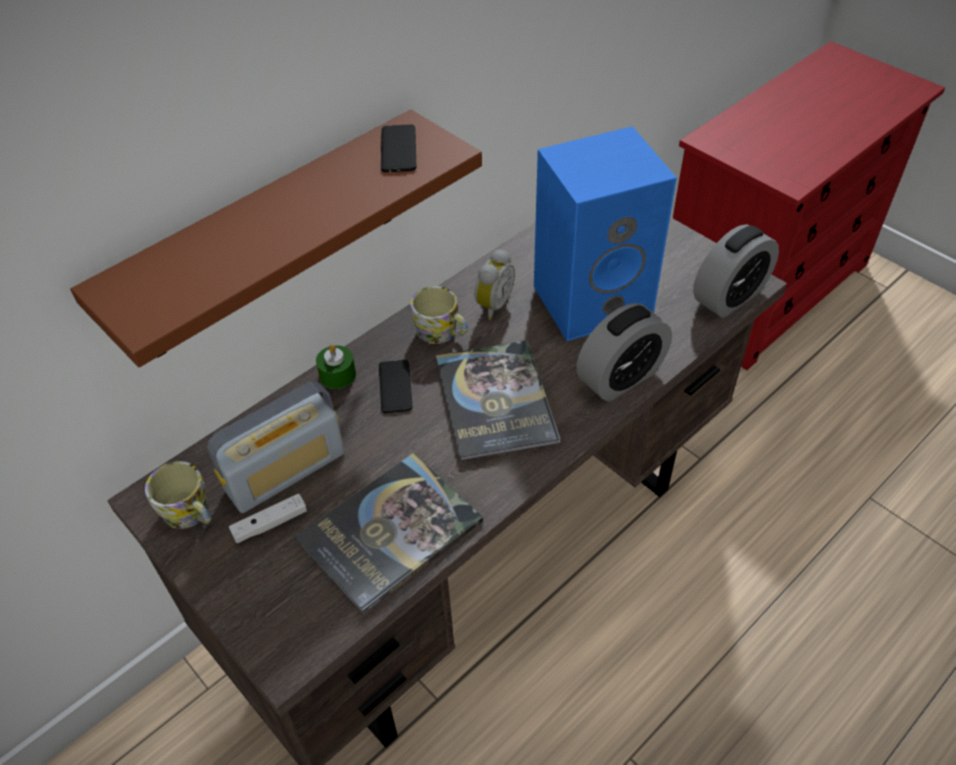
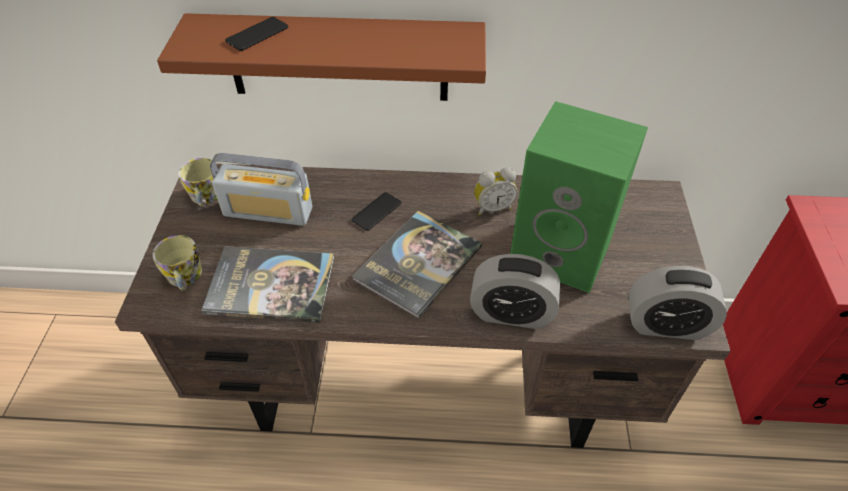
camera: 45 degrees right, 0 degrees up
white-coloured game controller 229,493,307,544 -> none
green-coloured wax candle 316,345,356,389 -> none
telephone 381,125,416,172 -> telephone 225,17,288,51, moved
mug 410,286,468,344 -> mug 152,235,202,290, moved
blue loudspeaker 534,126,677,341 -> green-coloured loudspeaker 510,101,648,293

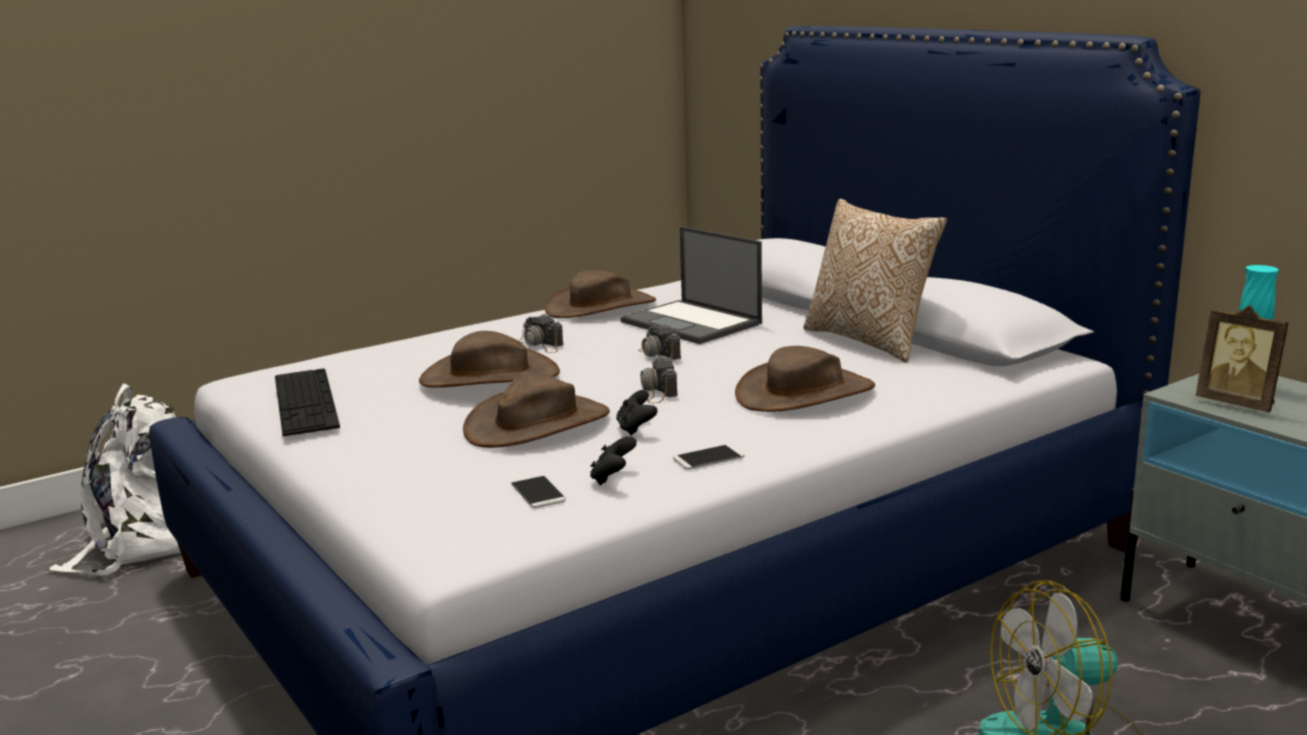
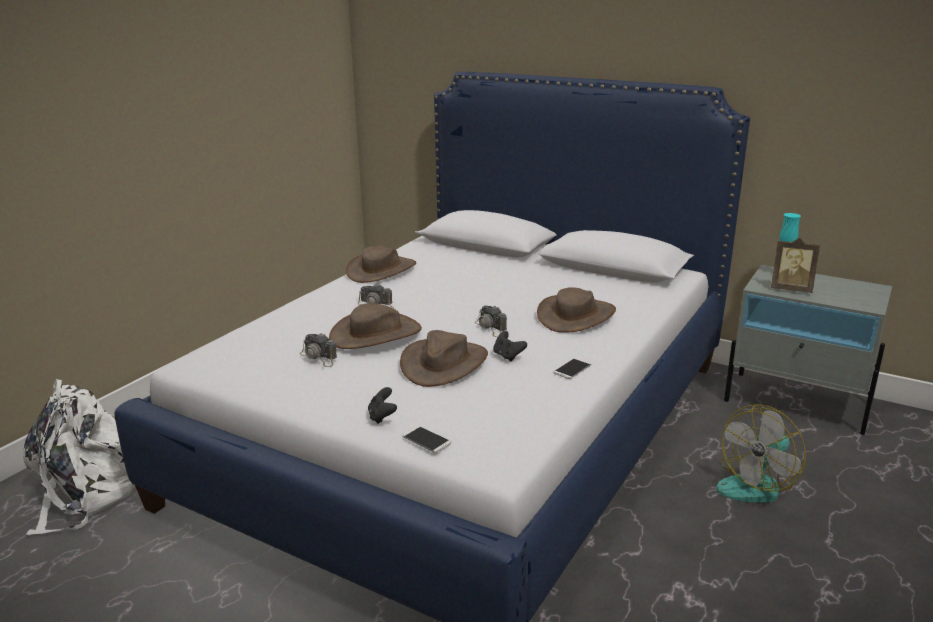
camera: 25 degrees left, 5 degrees up
keyboard 275,368,340,436 -> none
portable computer 621,226,762,344 -> none
pillow 803,199,947,363 -> none
telephone 511,474,566,508 -> telephone 402,426,451,453, moved
black-coloured game controller 590,436,637,485 -> black-coloured game controller 368,387,397,424, moved
photo camera 639,324,681,361 -> photo camera 300,333,337,367, moved

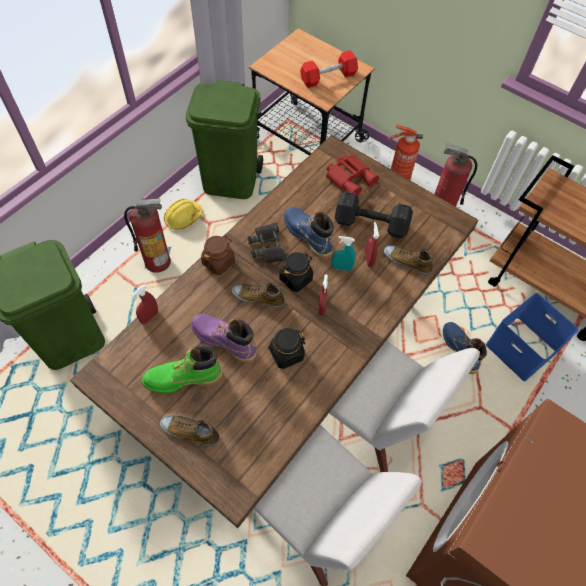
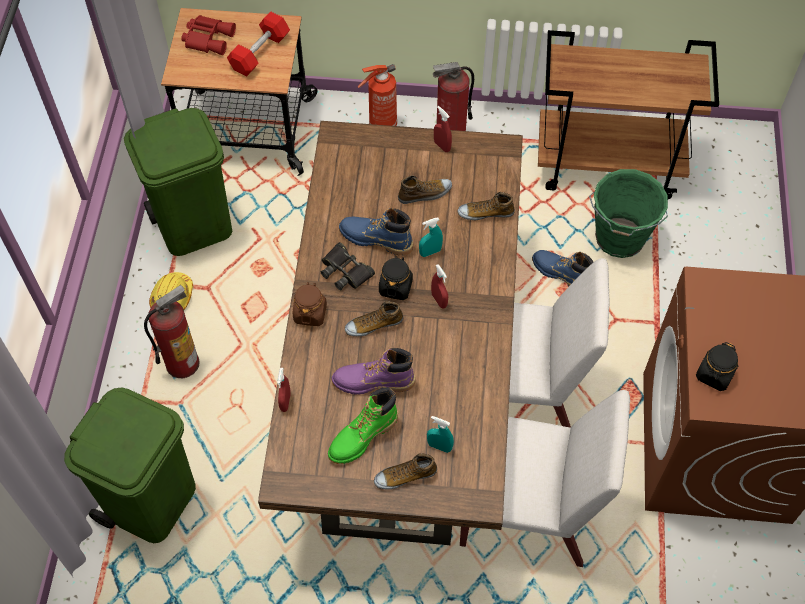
camera: 30 degrees left, 0 degrees up
none -> turquoise spray bottle 427,416,454,453
black-coloured preserve jar 268,328,305,369 -> black-coloured preserve jar 696,342,738,391, moved
red-coloured field glasses 326,155,379,196 -> red-coloured field glasses 181,15,236,55, moved
red-coloured spray bottle 365,222,379,267 -> red-coloured spray bottle 434,106,452,152, moved
black-coloured hand weight 335,191,413,238 -> shoe 398,175,452,204
blue storage container 486,293,579,381 -> green-coloured water bucket 589,169,668,258

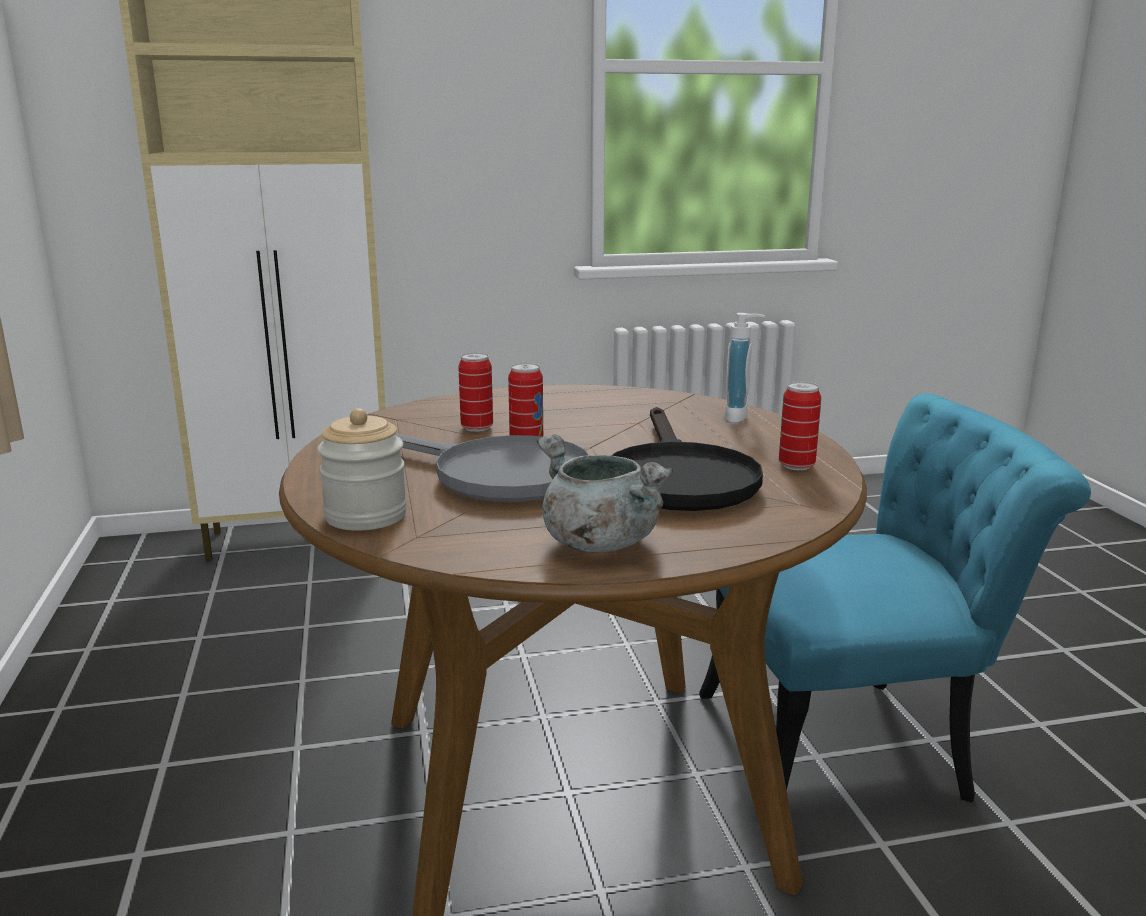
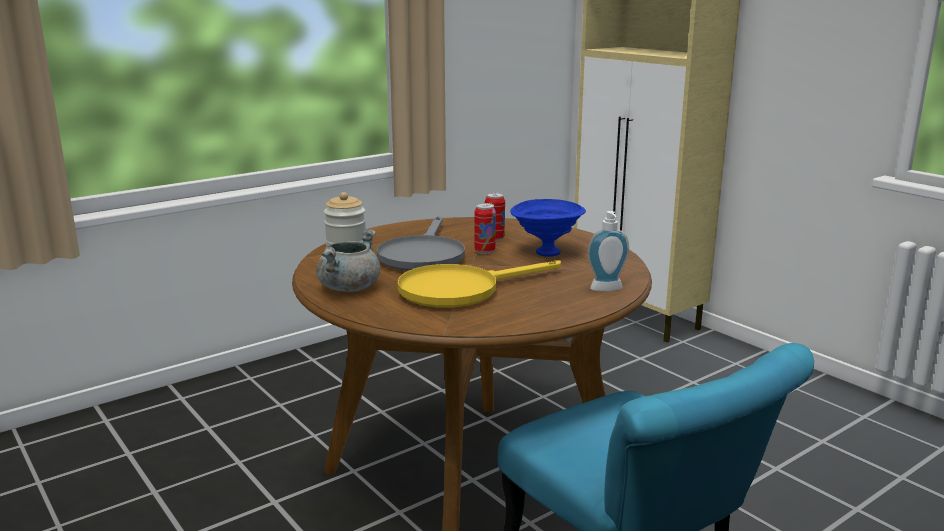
camera: 65 degrees right, 0 degrees up
can 779,382,821,470 -> none
none -> blue deep dish 510,199,586,257
black-coloured frying pan 611,407,763,511 -> yellow frying pan 398,260,561,308

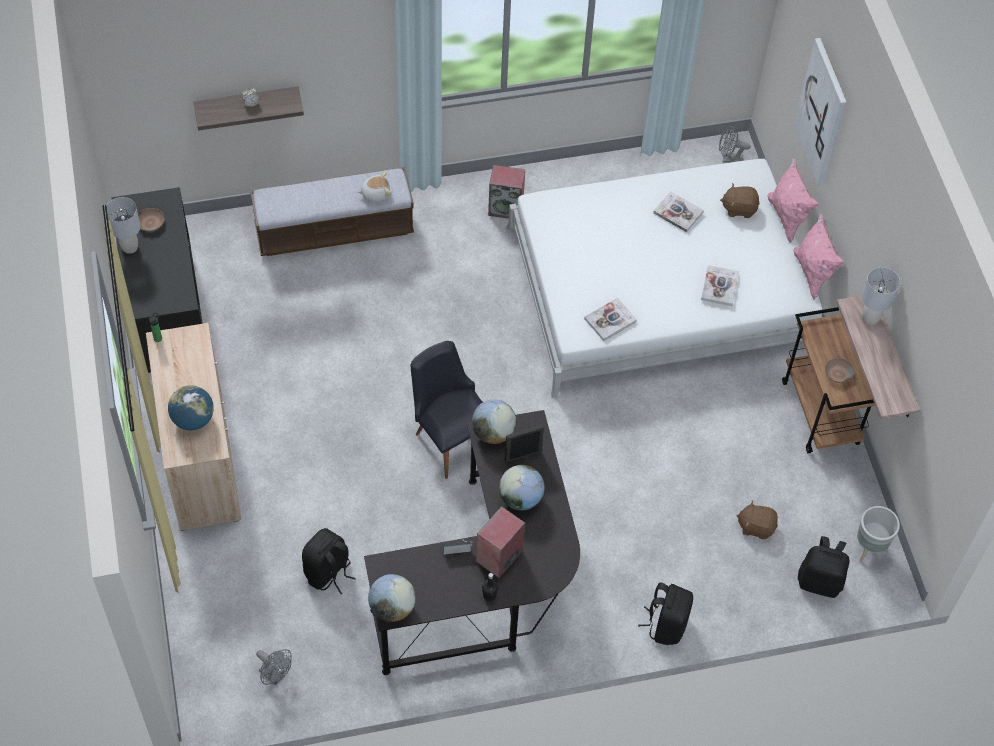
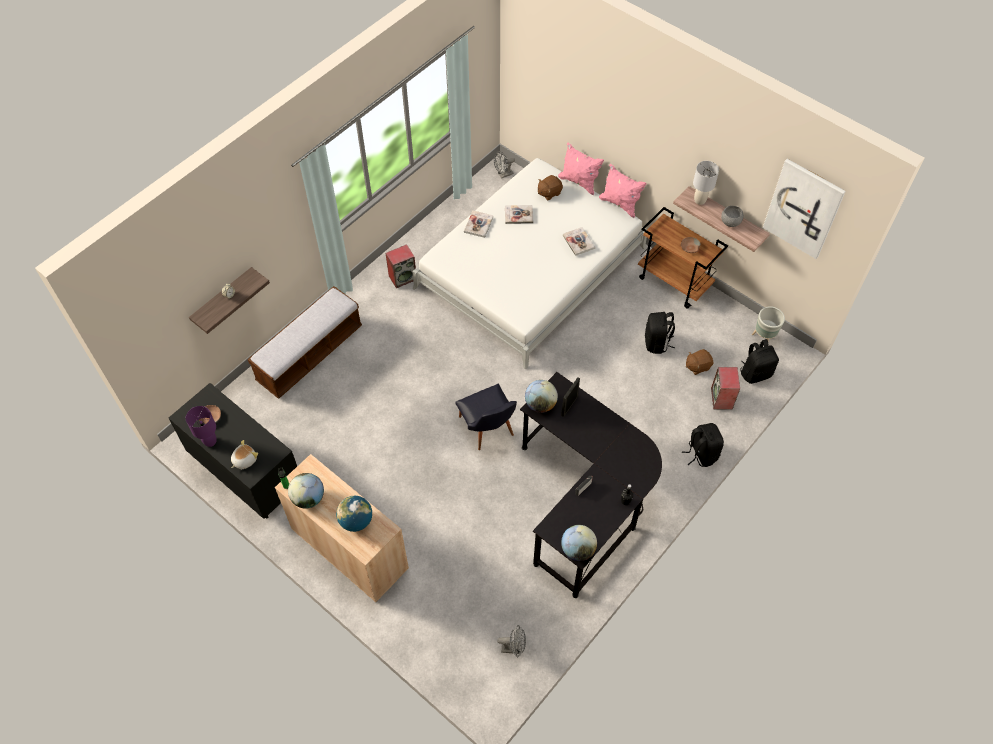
camera: 35 degrees left, 0 degrees up
none -> gray deep dish 721,206,744,227
black-coloured rucksack 302,528,356,594 -> black-coloured rucksack 645,312,675,354, moved
plush toy 357,172,391,202 -> plush toy 231,440,258,469, moved
loudspeaker 476,506,525,578 -> loudspeaker 711,367,740,410, moved
desk globe 499,465,545,510 -> desk globe 288,473,324,509, moved
volume 584,298,637,341 -> volume 464,210,493,238, moved
picture 794,38,847,186 -> picture 763,159,846,259, moved
gray lamp for a table 106,197,140,254 -> purple-coloured lamp for a table 186,406,217,447
black-coloured plain chair 410,341,483,479 -> black-coloured plain chair 455,384,517,450, 135 degrees counterclockwise

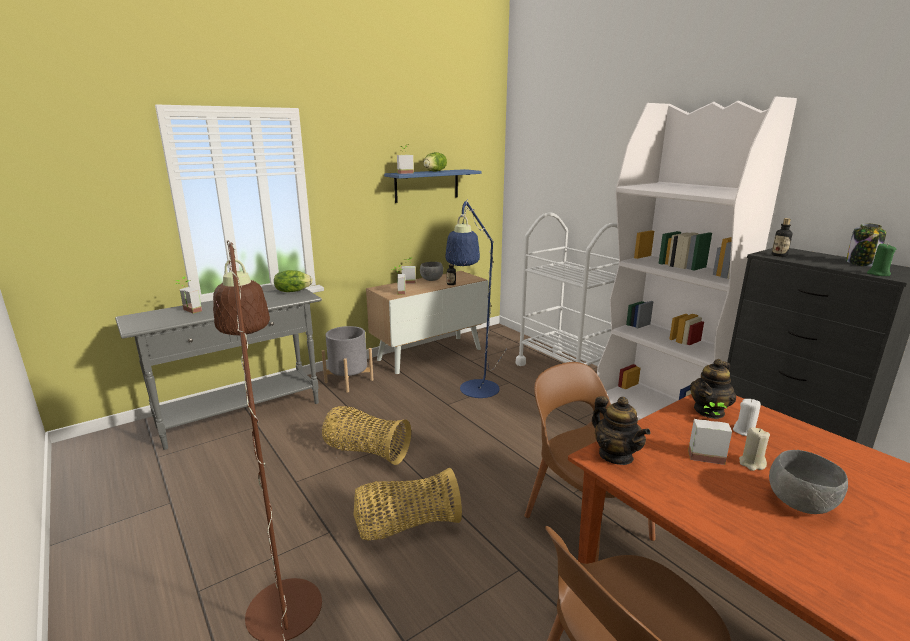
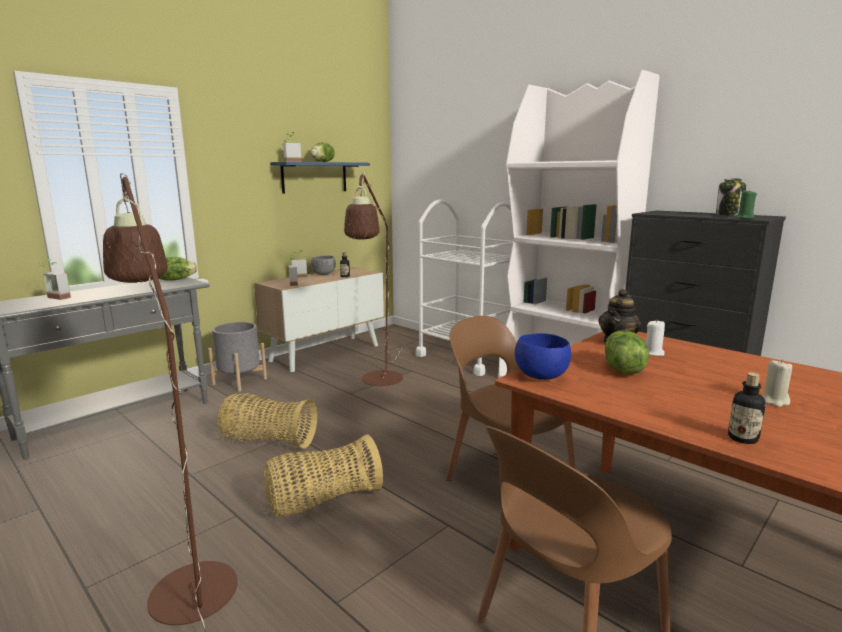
camera: 10 degrees left, 5 degrees down
gray deep dish 769,450,848,514 -> none
sand-coloured wax candle 739,427,770,471 -> sand-coloured wax candle 761,360,792,407, moved
drink bottle 772,218,793,257 -> drink bottle 728,372,765,444, moved
pot for tea 592,396,650,465 -> blue deep dish 515,333,571,380
plant in a pot 688,402,732,465 -> head of lettuce 605,330,649,374
blue standard lamp 445,199,507,398 -> brown-coloured standard lamp 344,172,405,386

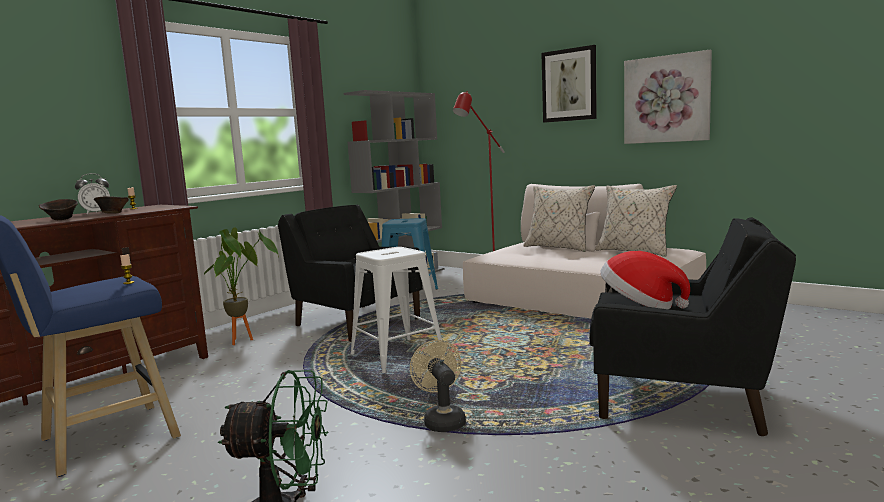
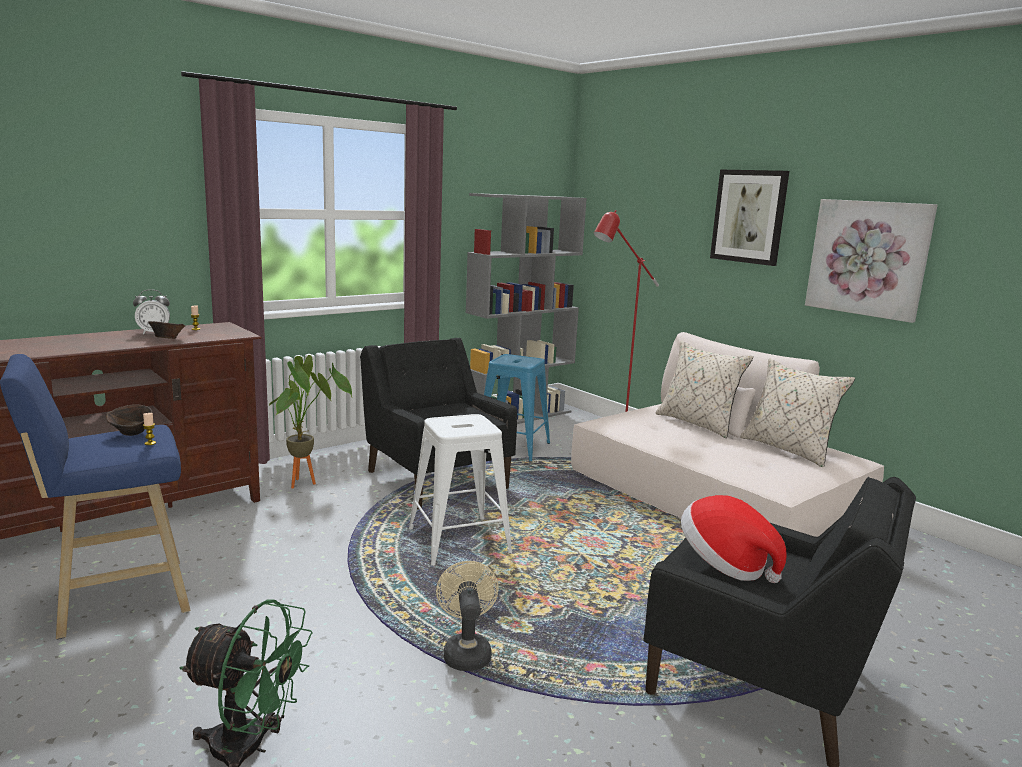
camera: 10 degrees right, 5 degrees up
brown-coloured deep dish 39,199,78,220 -> brown-coloured deep dish 106,404,153,436, moved

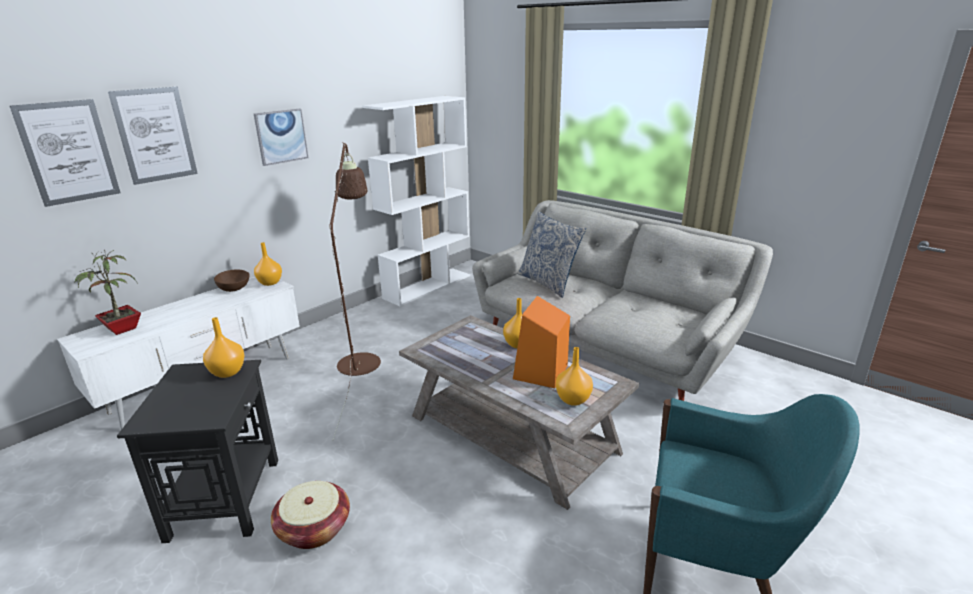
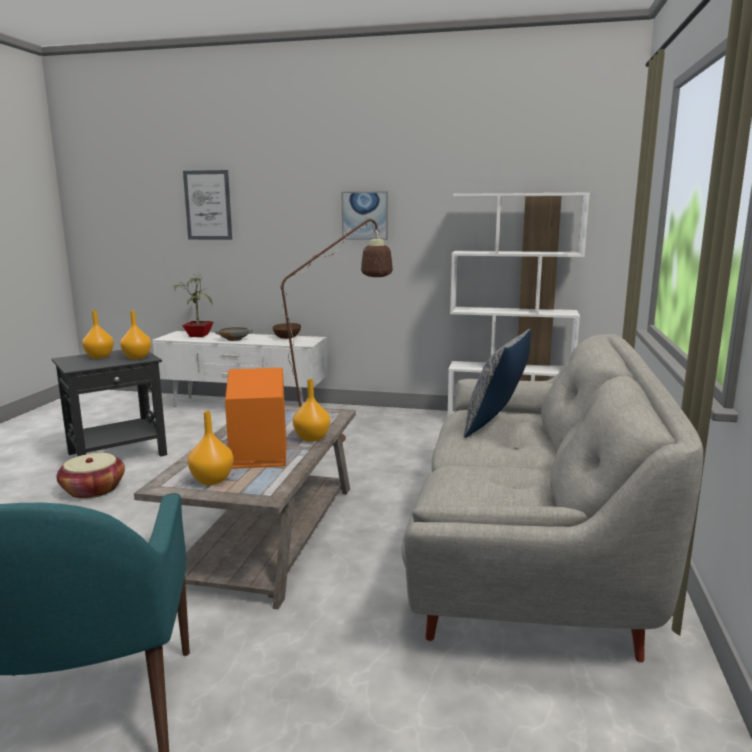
camera: 60 degrees right, 10 degrees down
picture 108,87,198,185 -> none
none -> gray deep dish 215,327,253,341
orange-coloured decorative vase 254,242,282,286 -> orange-coloured decorative vase 82,310,114,359, moved

